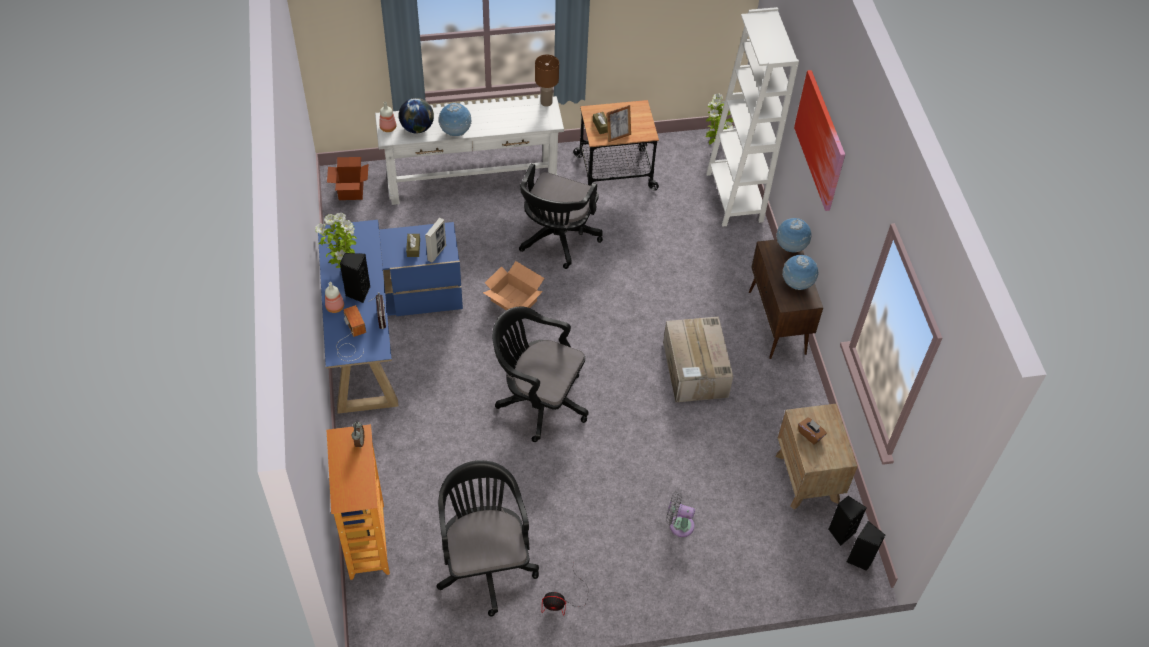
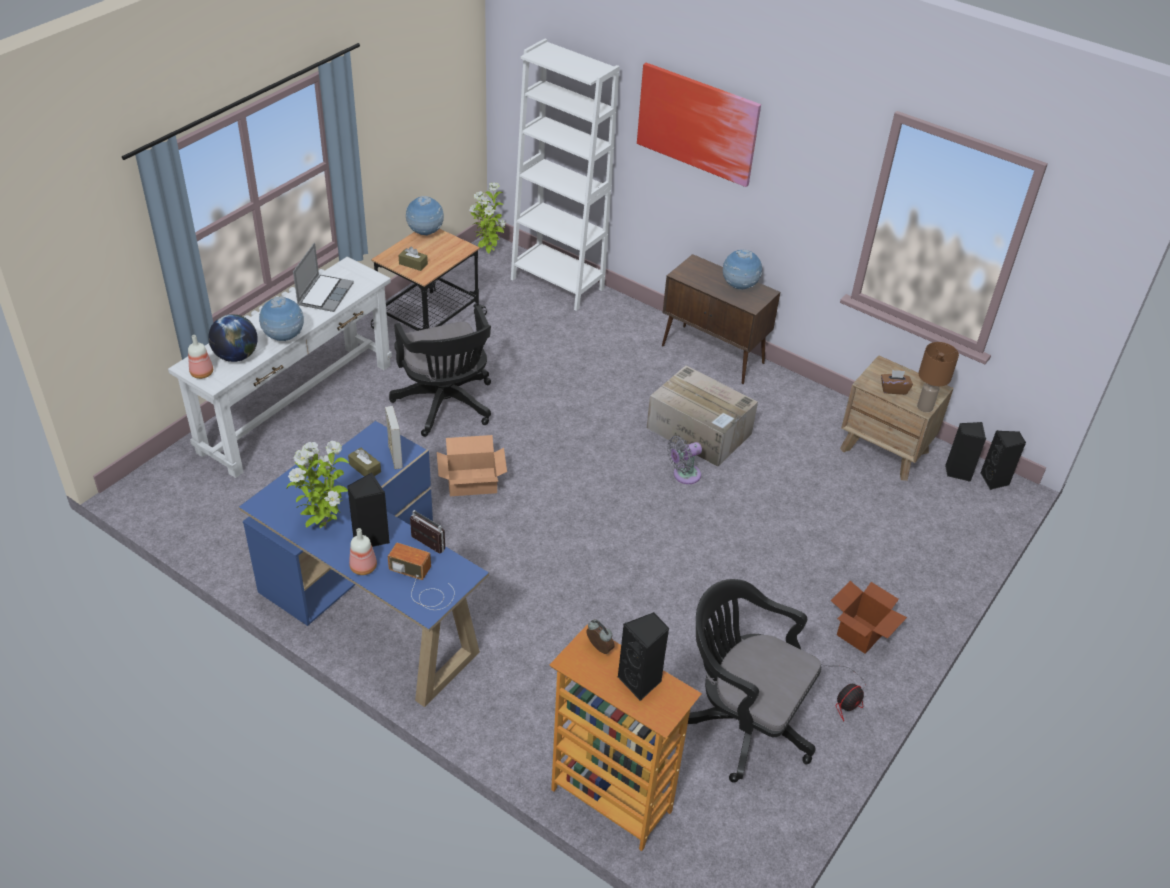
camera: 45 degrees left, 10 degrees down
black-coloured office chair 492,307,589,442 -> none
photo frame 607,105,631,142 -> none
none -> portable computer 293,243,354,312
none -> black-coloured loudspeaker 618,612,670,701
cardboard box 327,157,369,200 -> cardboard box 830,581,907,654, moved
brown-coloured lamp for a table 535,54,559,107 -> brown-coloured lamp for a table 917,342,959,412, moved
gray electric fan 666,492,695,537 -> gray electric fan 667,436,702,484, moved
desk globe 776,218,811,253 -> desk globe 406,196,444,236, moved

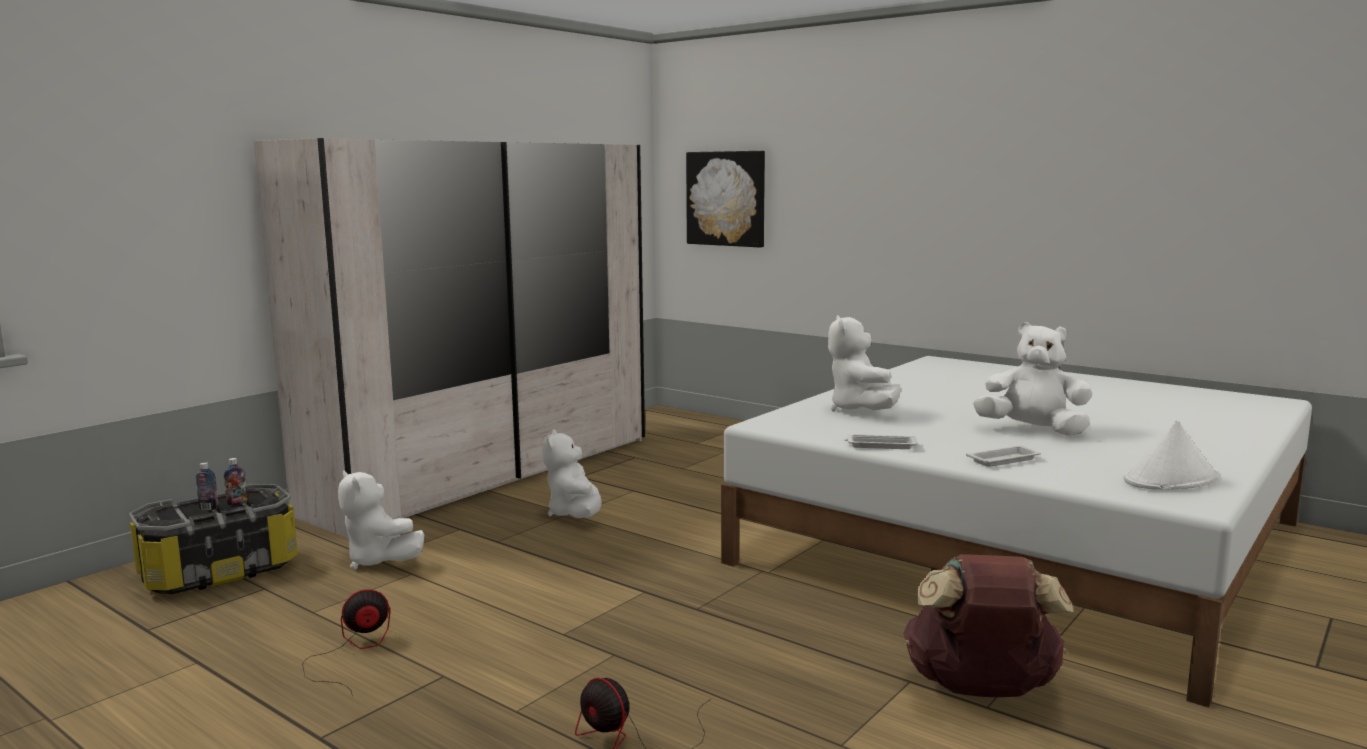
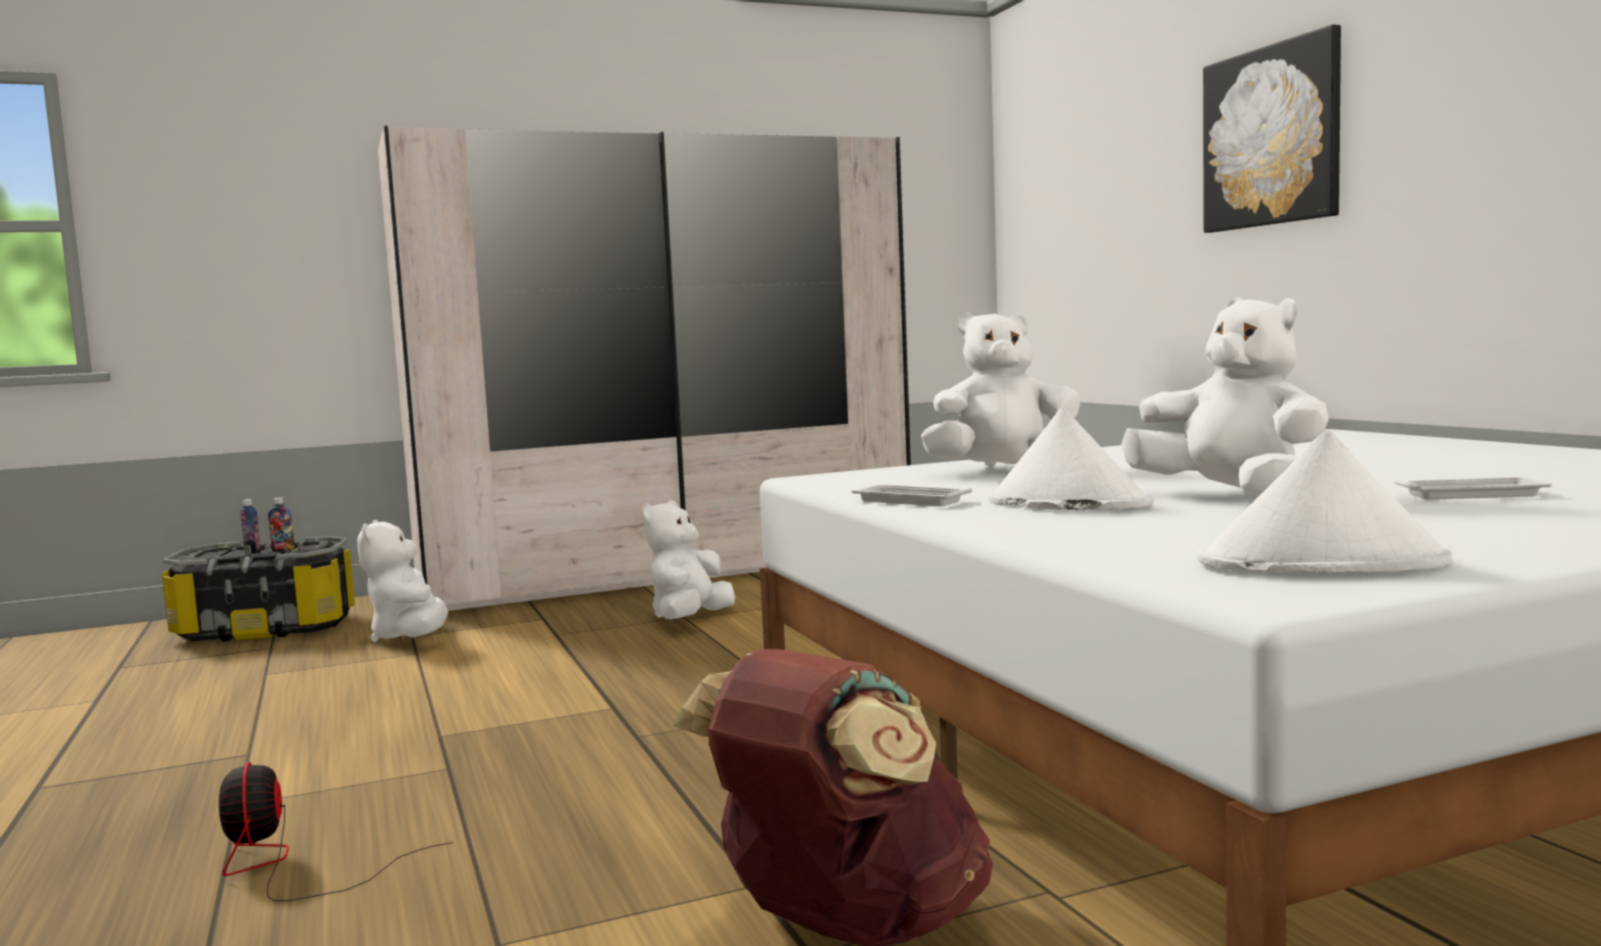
camera: 30 degrees right, 5 degrees down
electric fan 302,589,391,697 -> none
none -> white-coloured clothing hat 988,407,1153,510
picture 686,151,765,248 -> picture 1203,25,1341,233, moved
white-coloured serving tray 966,446,1041,467 -> white-coloured serving tray 1395,477,1552,500, moved
white-coloured plush toy 828,315,901,412 -> white-coloured plush toy 921,312,1080,466, 60 degrees clockwise

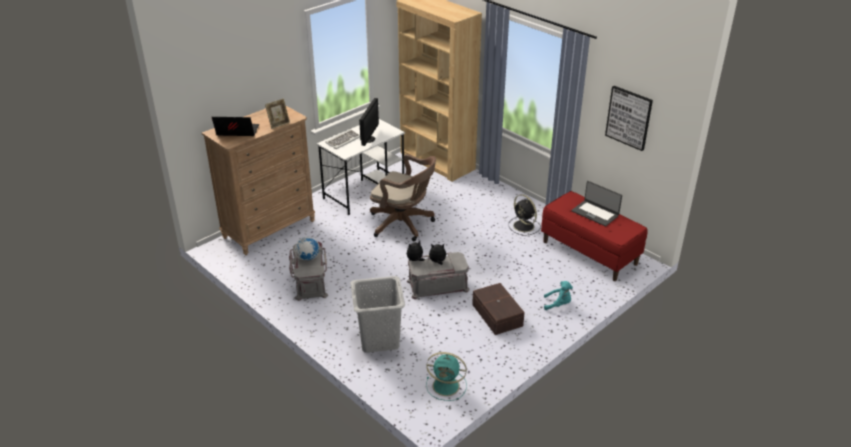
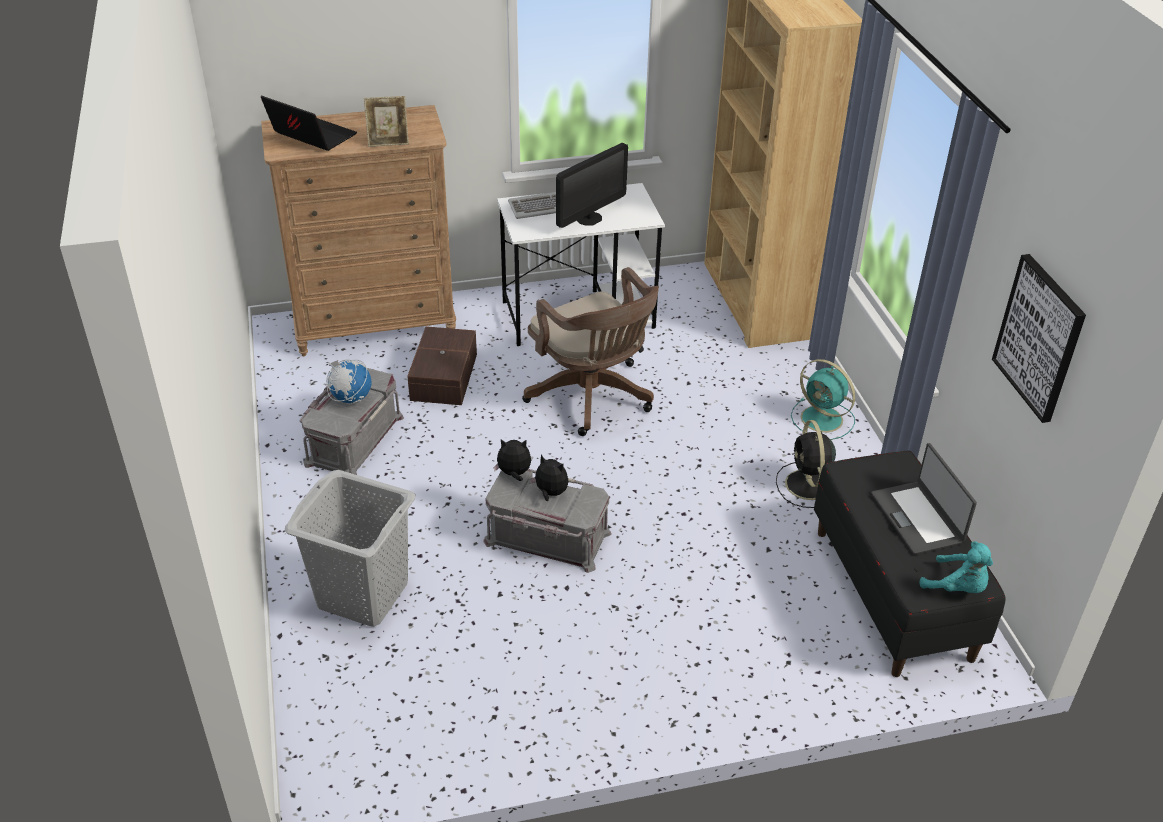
camera: 30 degrees right, 5 degrees up
turquoise electric fan 426,352,467,401 -> turquoise electric fan 791,359,855,440, moved
brown-coloured storage container 472,283,525,335 -> brown-coloured storage container 407,326,477,405, moved
turquoise plush toy 544,281,573,310 -> turquoise plush toy 919,541,993,593, moved
red-coloured long seat 541,191,648,281 -> black-coloured long seat 814,450,1006,677

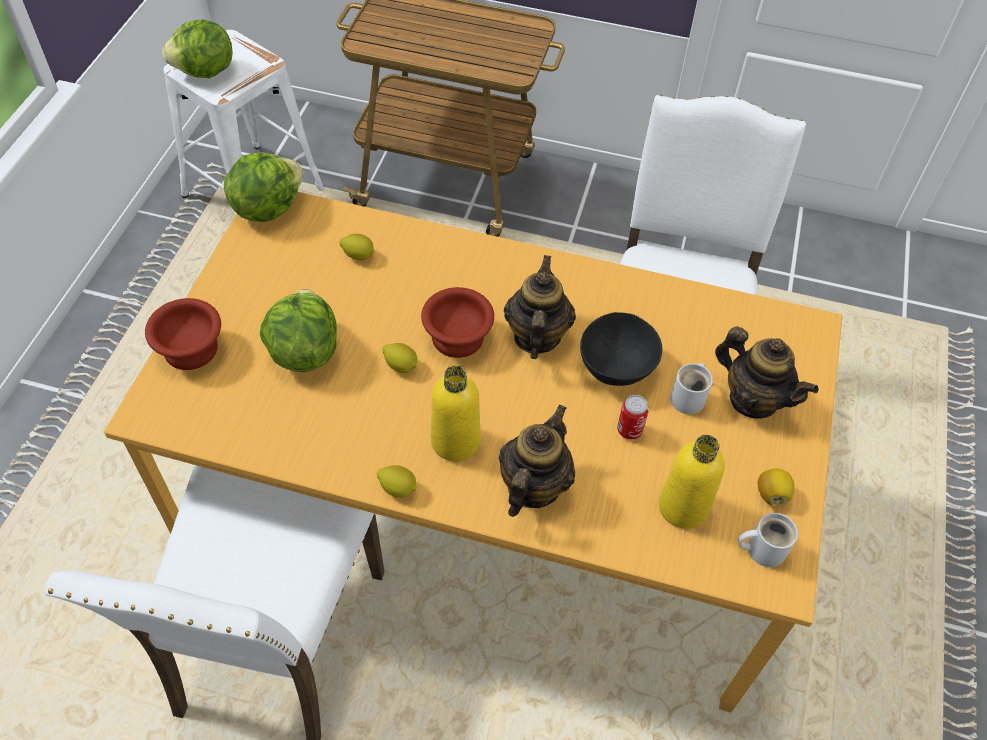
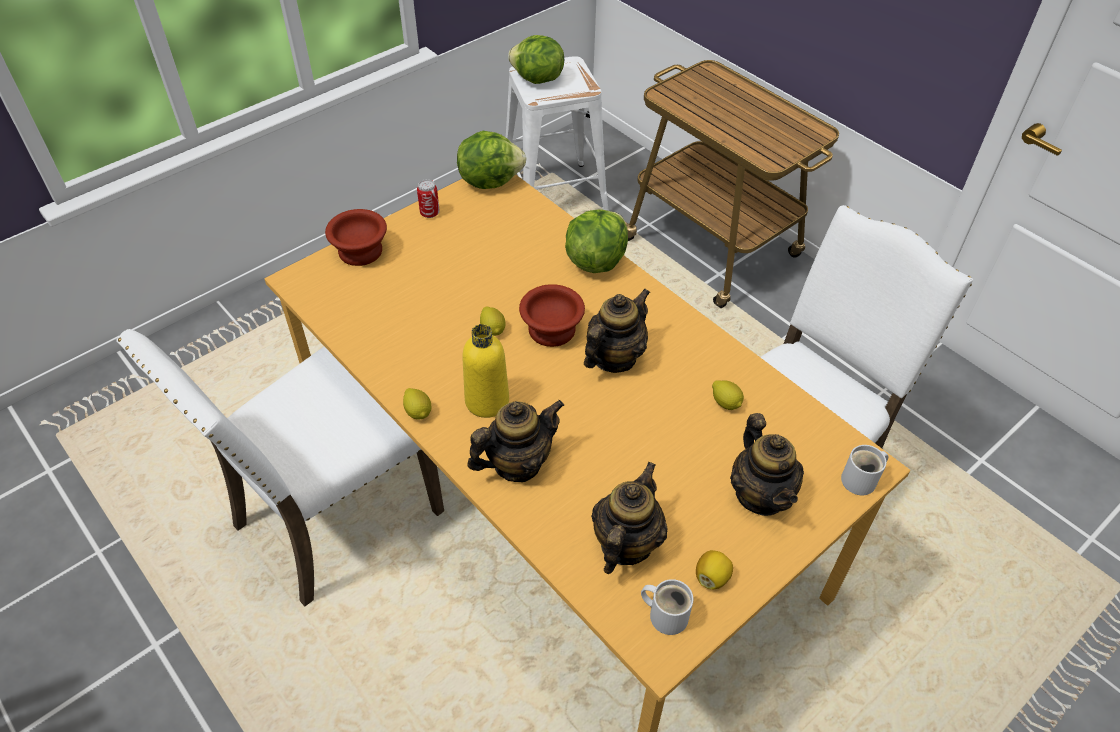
camera: 35 degrees right, 5 degrees down
black-coloured deep dish 580,312,662,386 -> none
head of lettuce 260,289,337,372 -> head of lettuce 565,209,628,273, moved
citrus fruit 339,234,374,260 -> citrus fruit 712,380,744,410, moved
can 617,395,649,440 -> can 417,179,440,218, moved
white-coloured mug 670,363,713,414 -> white-coloured mug 841,445,888,495, moved
yellow drink bottle 659,435,725,529 -> pot for tea 591,462,667,574

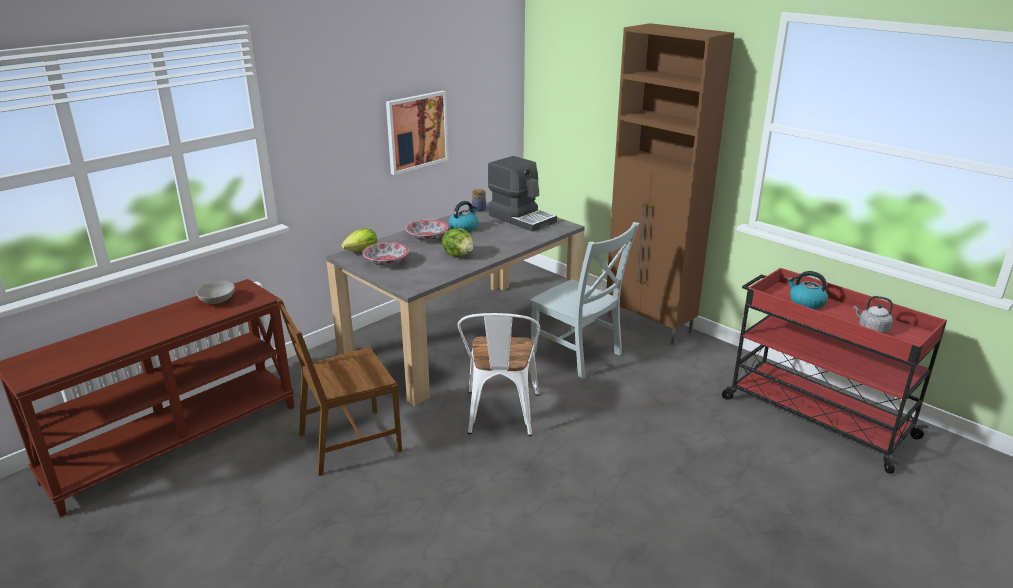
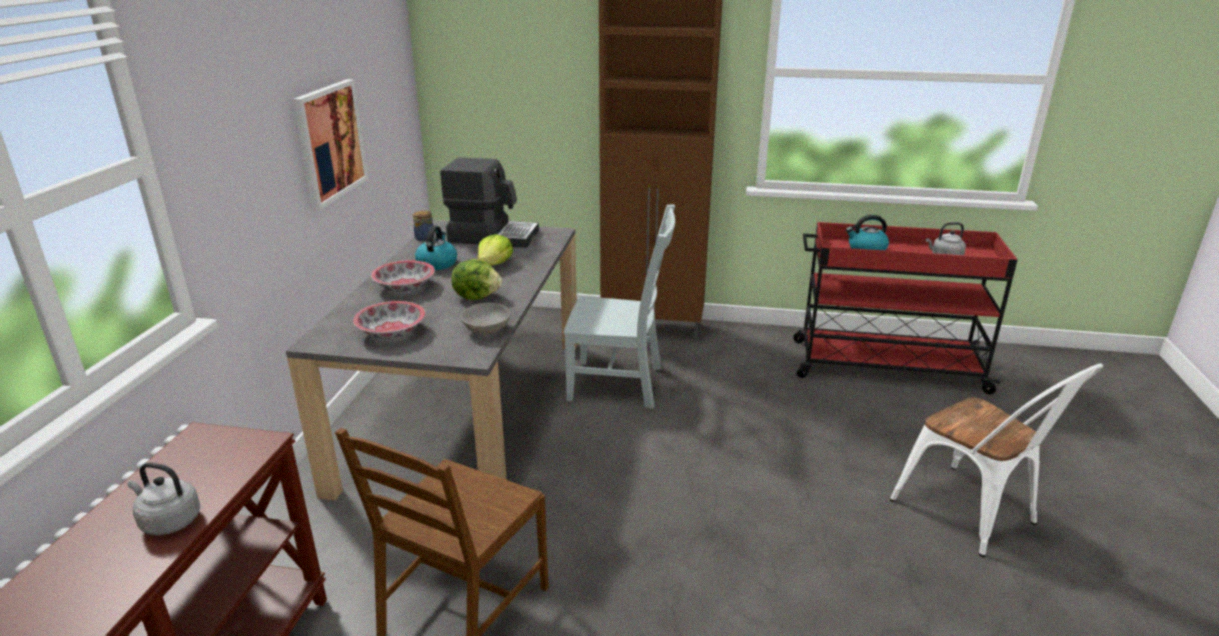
camera: 35 degrees left, 0 degrees up
none -> gray kettle 128,462,200,535
gray deep dish 196,281,235,304 -> gray deep dish 460,303,511,335, moved
head of lettuce 341,228,377,251 -> head of lettuce 478,234,513,266, moved
white-coloured plain chair 458,313,540,436 -> white-coloured plain chair 890,363,1103,557, moved

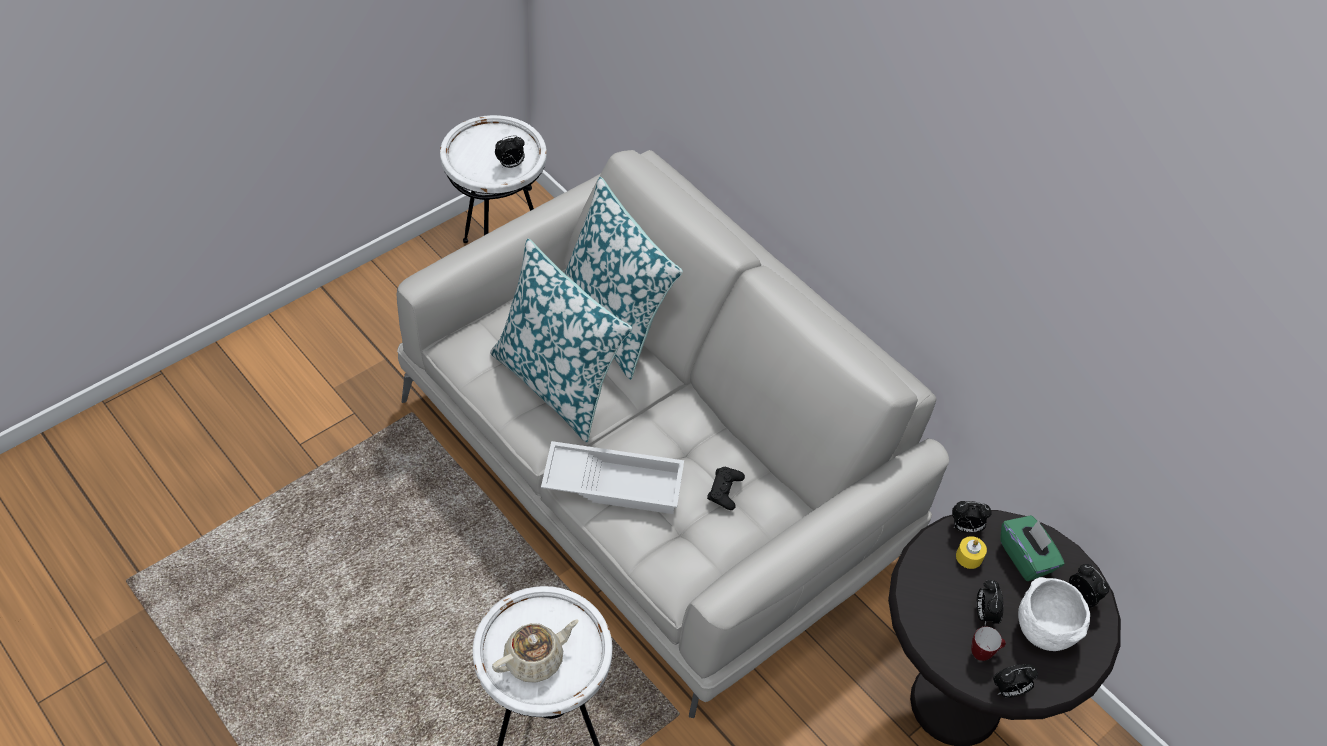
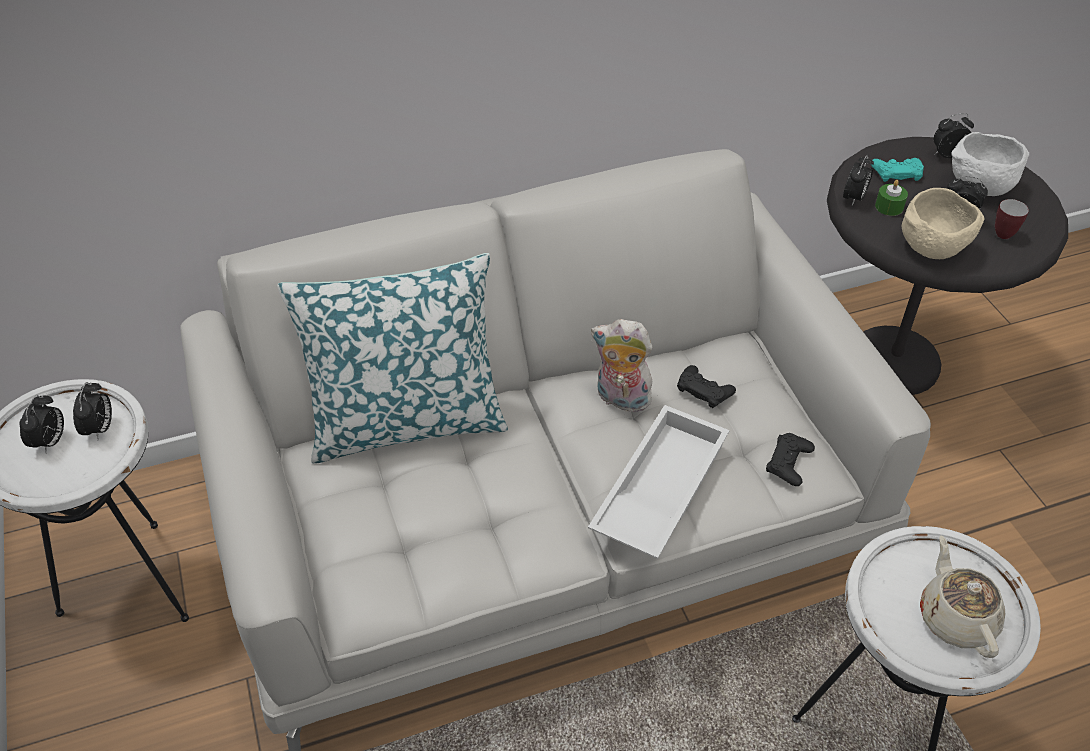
camera: 65 degrees left, 5 degrees down
pillow 490,238,632,443 -> none
none -> plush toy 591,319,654,415
none -> black-coloured game controller 766,433,815,486
none -> sand-coloured deep dish 902,188,985,259
bedside clock 993,664,1038,698 -> bedside clock 19,395,64,453, moved
green-coloured box of tissues 1001,515,1064,581 -> turquoise game controller 871,158,924,182
yellow wax candle 956,536,987,569 -> green-coloured wax candle 875,180,908,216

